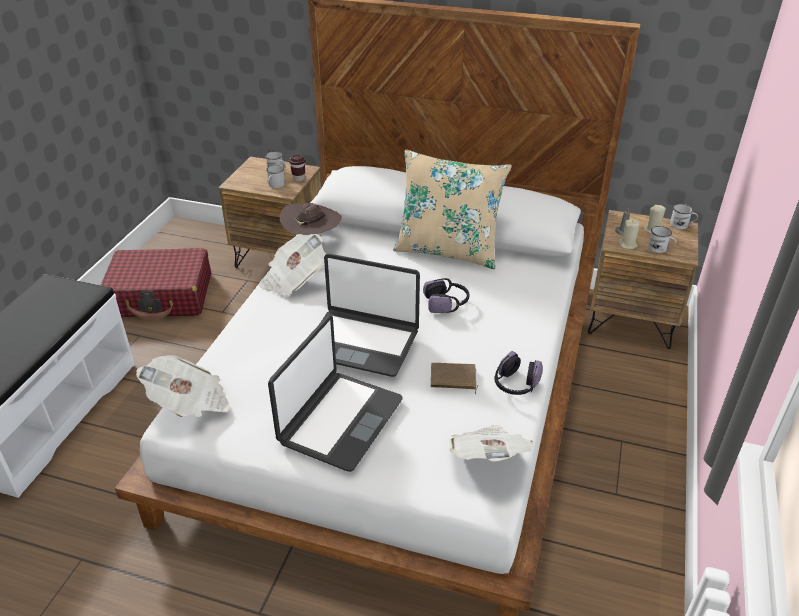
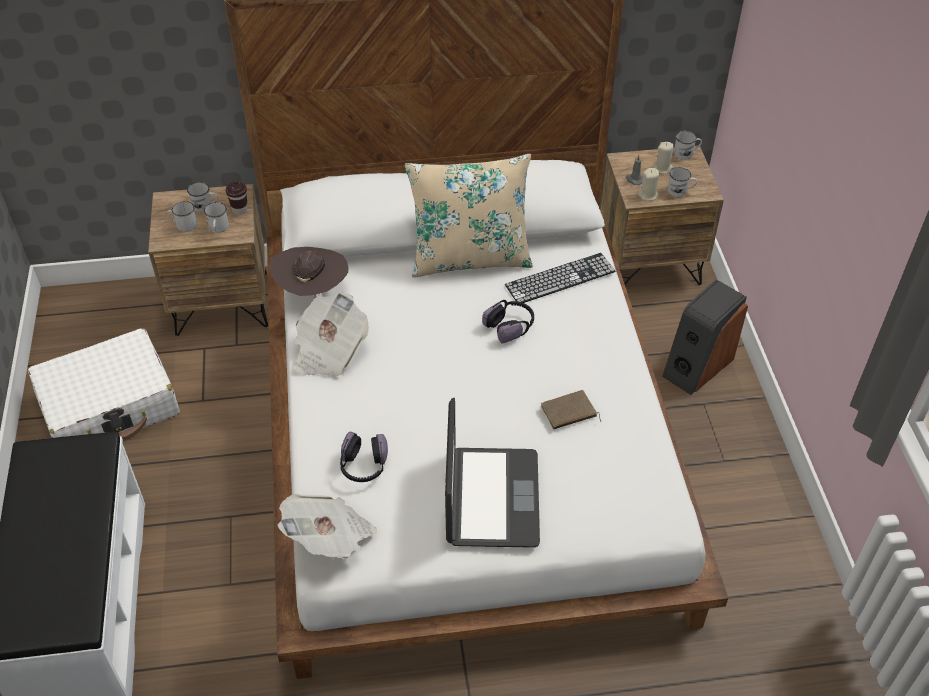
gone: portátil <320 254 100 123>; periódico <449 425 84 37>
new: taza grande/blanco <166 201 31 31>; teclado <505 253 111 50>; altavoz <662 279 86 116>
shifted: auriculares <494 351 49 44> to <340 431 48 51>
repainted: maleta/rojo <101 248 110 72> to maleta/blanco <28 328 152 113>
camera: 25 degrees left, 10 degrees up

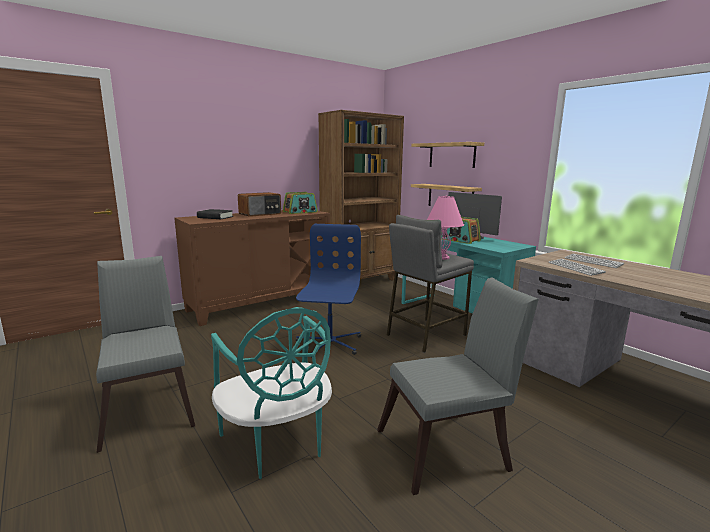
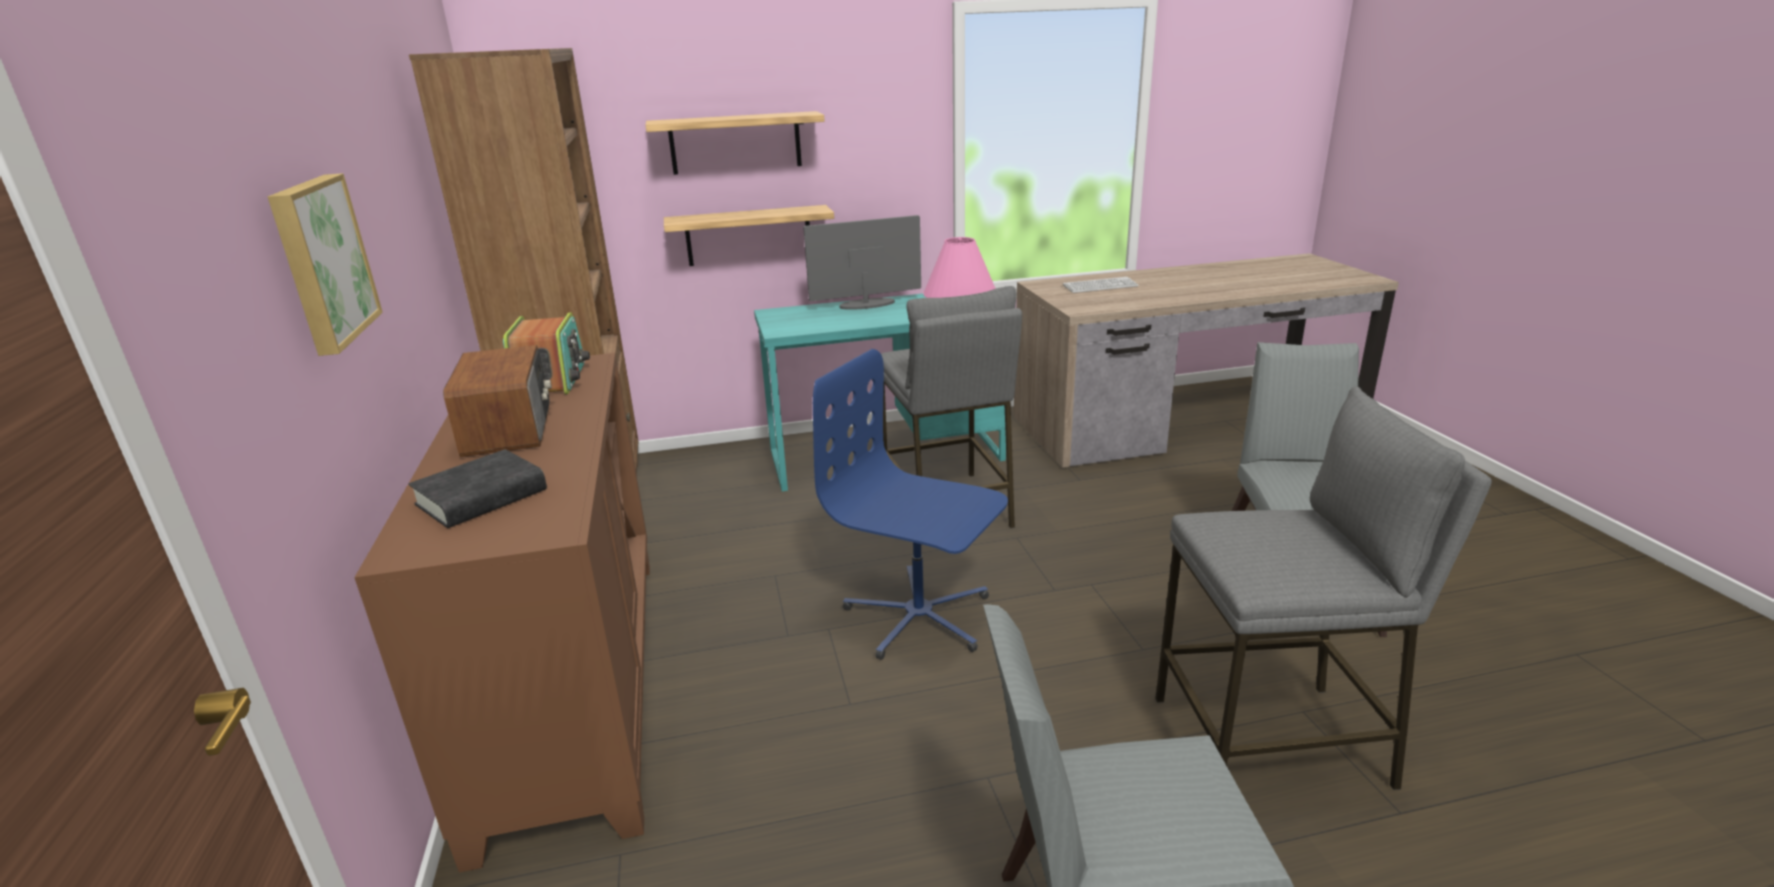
gone: radio <441 217 40 27>; teclado <549 259 57 17>
new: cuadro <267 173 116 183>
swapped: silla/turquesa <211 307 121 172> to taburete/gris <1155 386 337 404>
camera: 65 degrees left, 10 degrees up

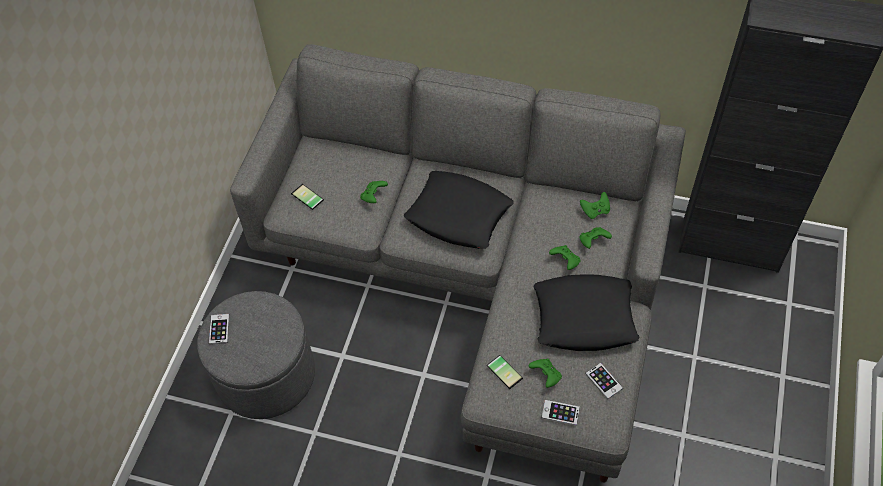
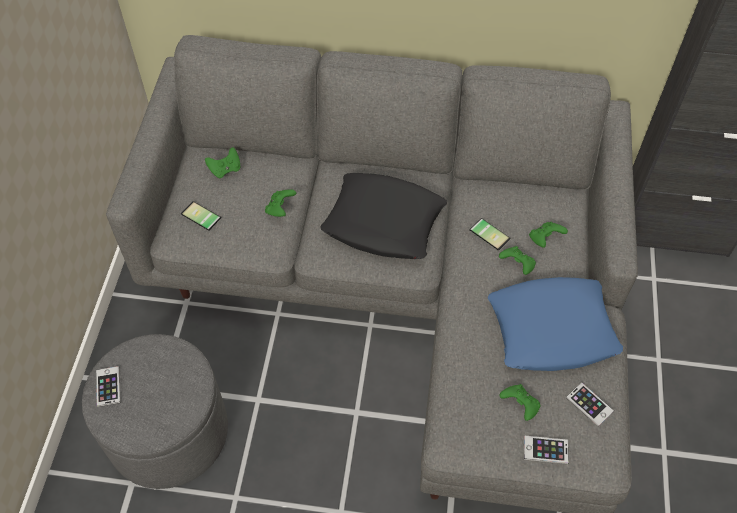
shifted: mando de consola/verde <580 192 30 27> to <205 147 35 31>; móvil <487 355 36 34> to <469 218 42 33>
repainted: cojín/negro <534 274 105 77> to cojín/azul <488 277 135 94>
camera: 10 degrees left, 0 degrees up

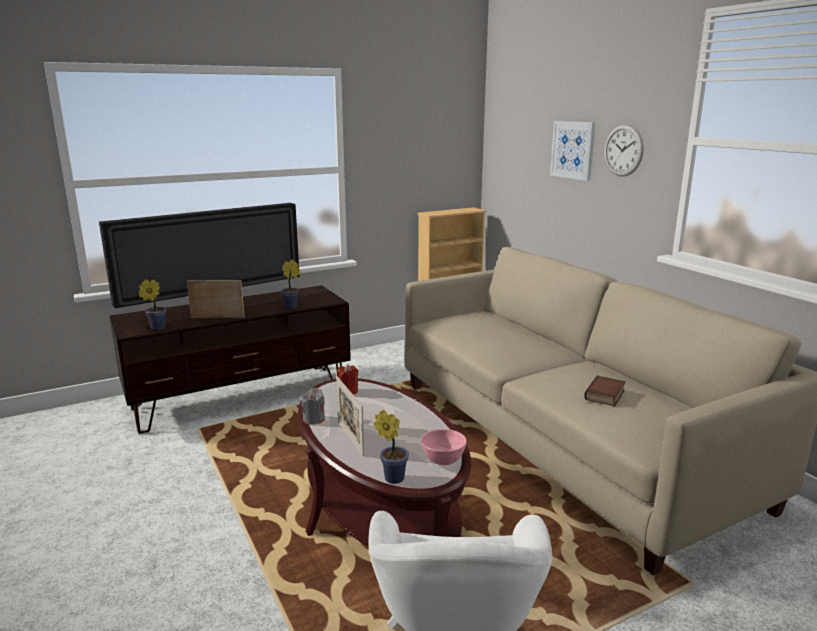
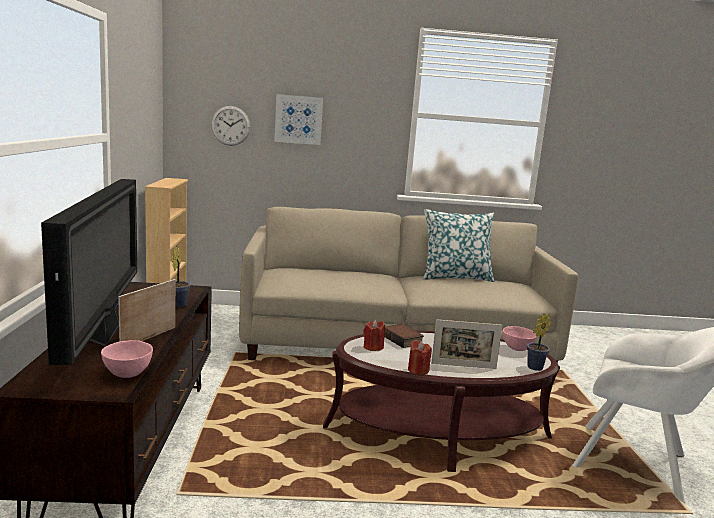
new: cojín <423 209 71 73>
shifted: reloj de pared <605 124 39 52> to <211 106 40 40>; libro <584 376 41 30> to <384 324 40 24>
swapped: planta en maceta <139 279 27 51> to cuenco/rosa <101 340 52 38>
repainted: vela/gris <301 388 24 37> to vela/rojo <408 340 24 35>
camera: 65 degrees left, 5 degrees down

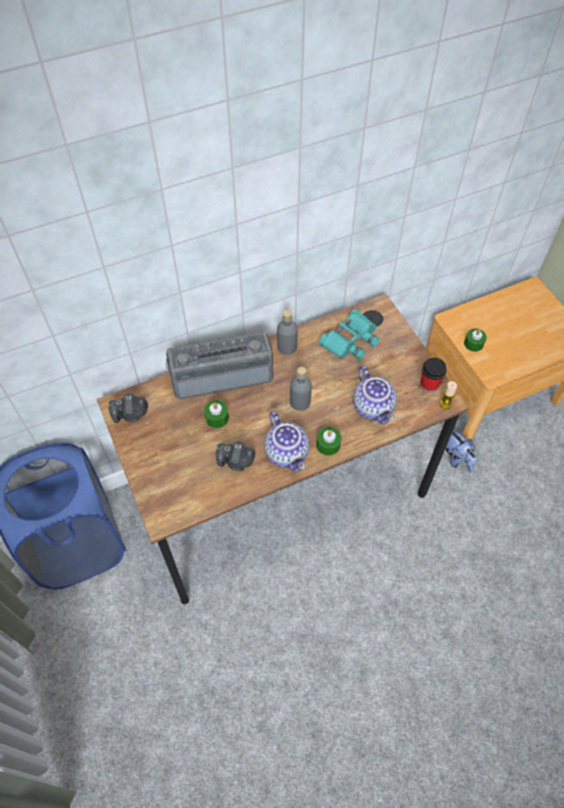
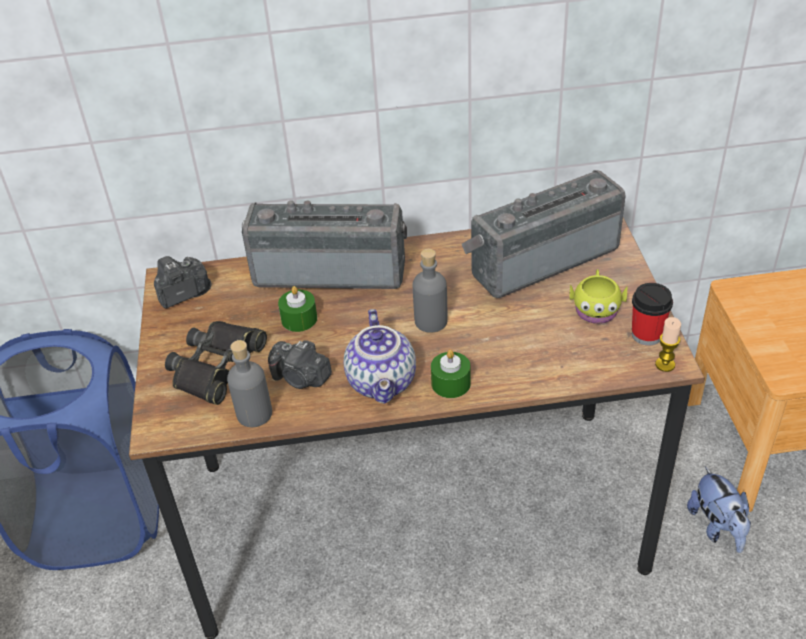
gone: vela/verde <464 328 23 24>; tetera <353 366 44 58>
new: taza grande/amarillo <569 269 58 55>; prismáticos/negro <165 321 102 84>
shifted: botella/gris <277 310 21 45> to <227 340 45 87>
swapped: prismáticos/turquesa <318 309 62 51> to radio <462 170 164 128>
rotated: cámara <109 393 38 30> = <154 256 55 53> 135 degrees clockwise
camera: 20 degrees right, 15 degrees down

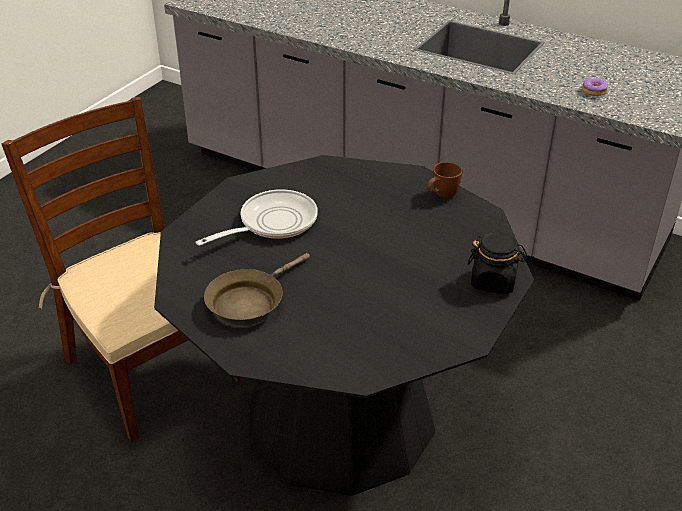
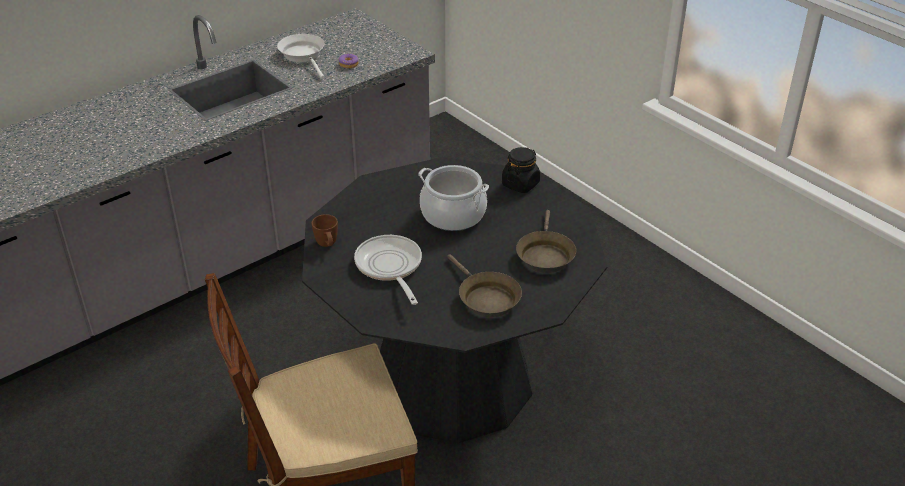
new: sartén/blanco <277 34 48 45>; olla <418 165 71 66>; sartén/marrón <516 210 60 63>
shifted: taza grande/marrón <427 162 36 36> to <311 214 27 33>
camera: 70 degrees left, 0 degrees up

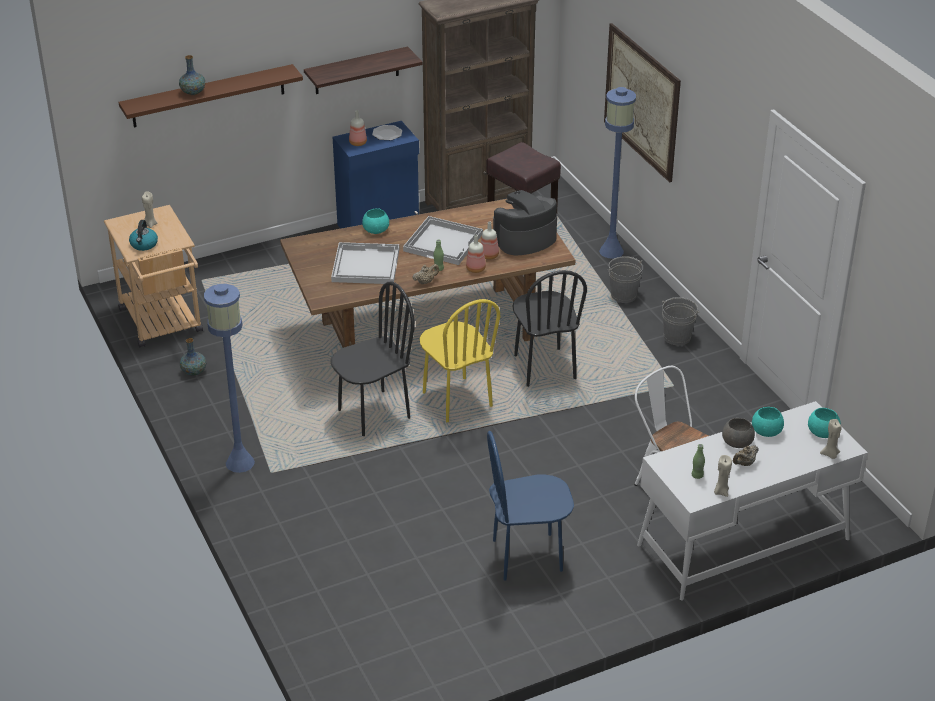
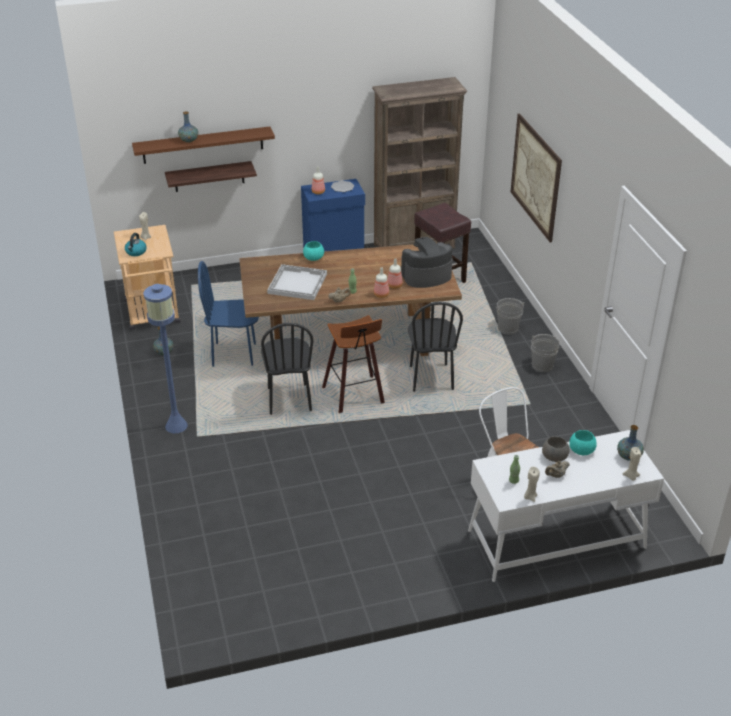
gone: lámpara de pie/azul <599 87 37 172>; bandeja/blanco <403 216 80 49>
shifted: estante <304 47 119 47> to <165 161 92 31>; silla/azul <487 431 87 150> to <198 261 61 106>
swapped: silla/amarillo <420 299 80 123> to taburete <322 315 63 98>; cuenco/turquesa <808 408 33 30> to florero <617 425 27 36>
rotated: silla/negro <331 281 84 155> = <261 323 53 92> 105 degrees clockwise
camera: 10 degrees right, 0 degrees up

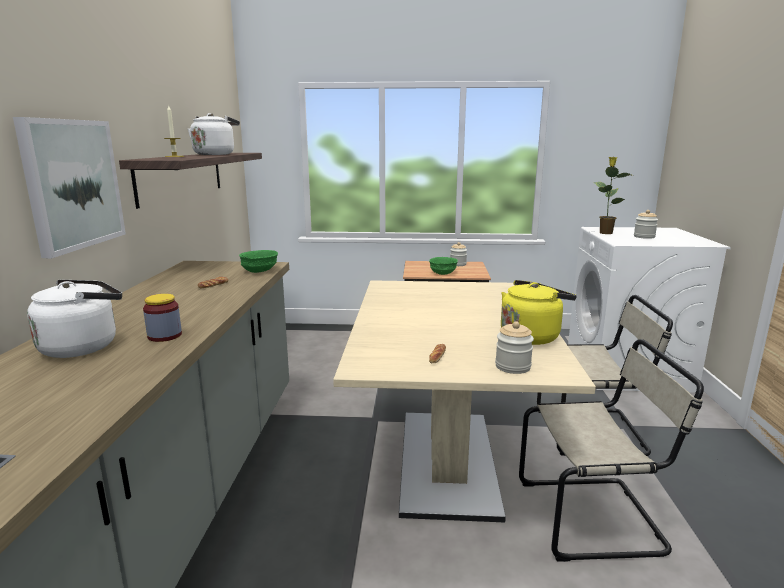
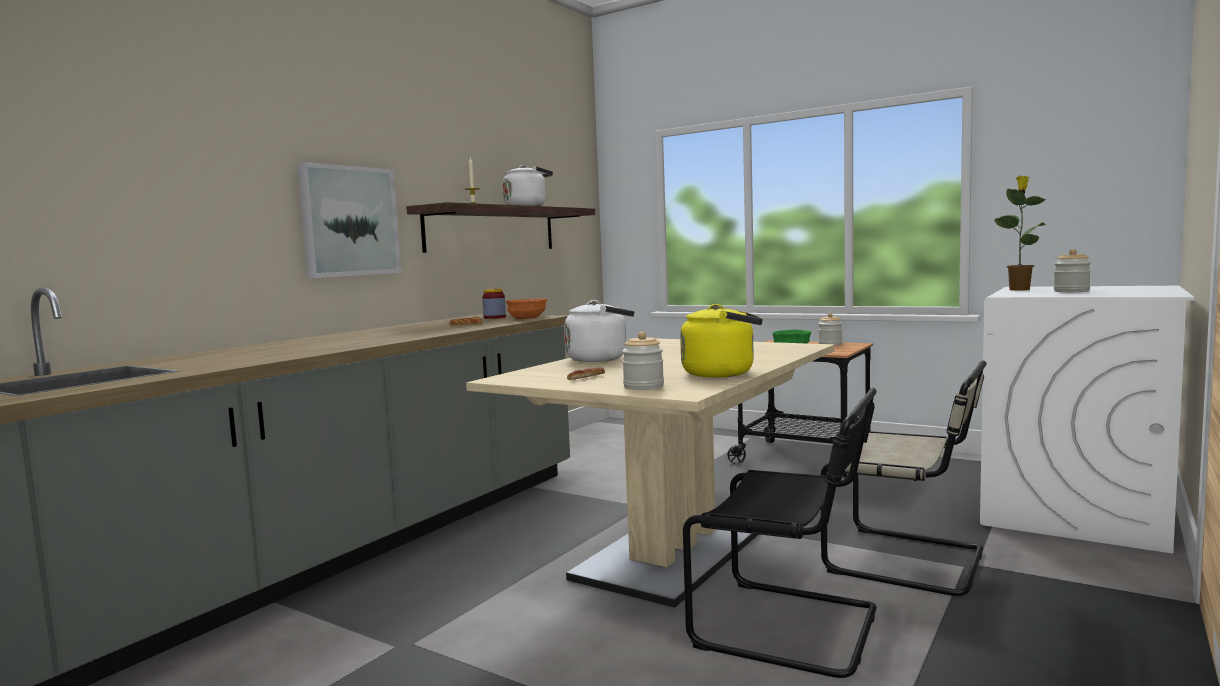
shifted: hervidor/blanco <27 280 95 78> to <564 300 70 62>; tarro <143 294 39 48> to <482 289 24 30>
repainted: cuenco/verde <239 250 39 23> to cuenco/naranja <506 298 41 21>; silla/beis <519 339 185 223> to silla/negro <683 388 194 290>
camera: 30 degrees right, 10 degrees down

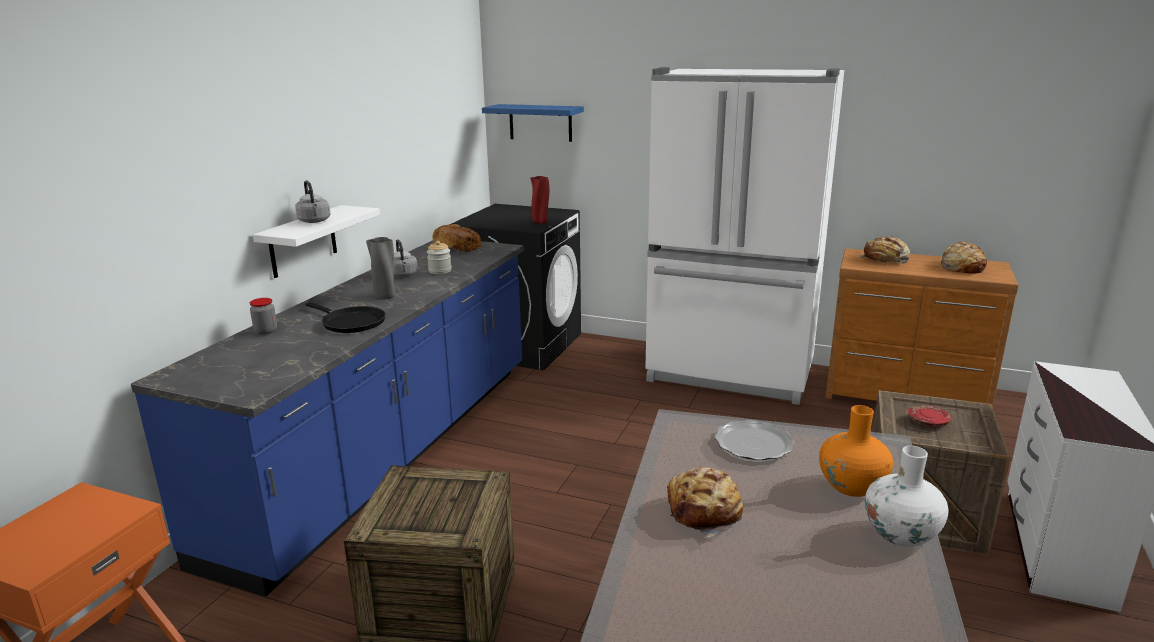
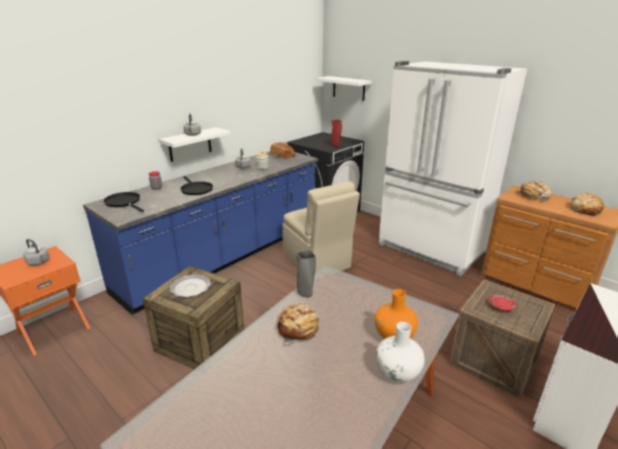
new: silla/beis <283 181 77 92>; sartén/negro <103 192 41 20>; hervidor/gris <24 239 25 27>
shifted: florero/gris <366 237 29 62> to <296 250 20 47>; plato <714 420 80 40> to <170 274 41 23>
repainted: estante/azul <482 104 102 38> to estante/blanco <316 76 56 25>
camera: 20 degrees right, 5 degrees up

